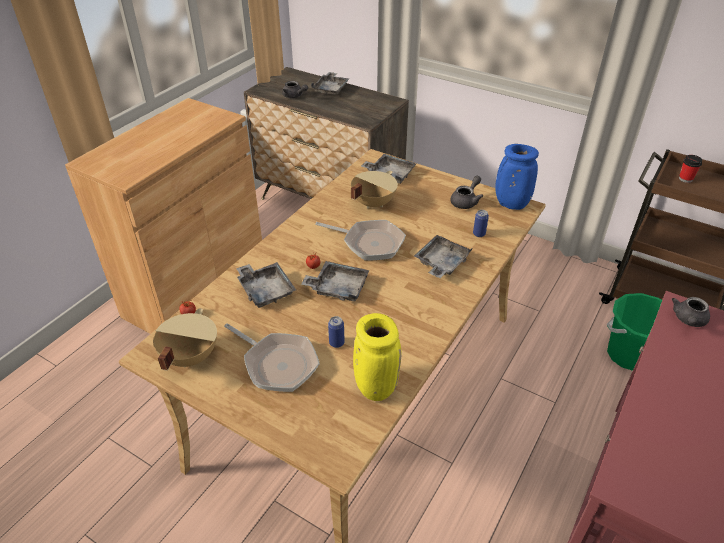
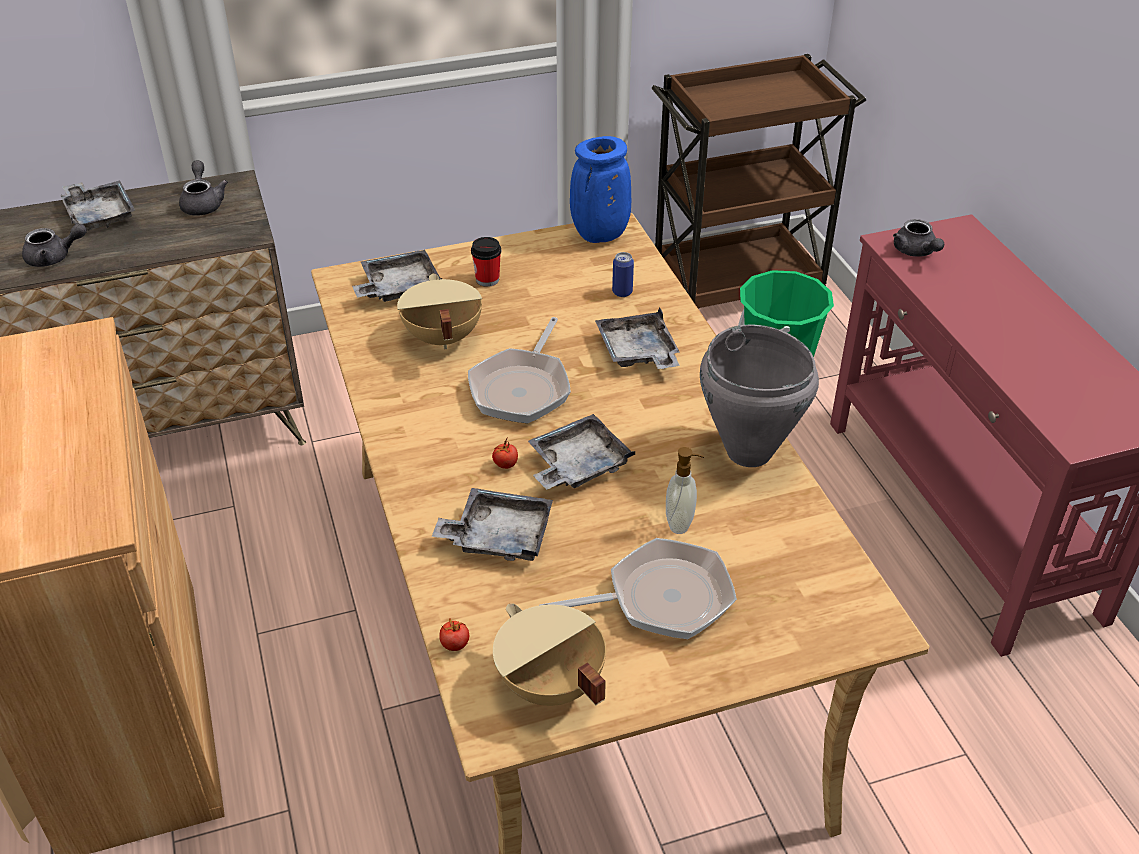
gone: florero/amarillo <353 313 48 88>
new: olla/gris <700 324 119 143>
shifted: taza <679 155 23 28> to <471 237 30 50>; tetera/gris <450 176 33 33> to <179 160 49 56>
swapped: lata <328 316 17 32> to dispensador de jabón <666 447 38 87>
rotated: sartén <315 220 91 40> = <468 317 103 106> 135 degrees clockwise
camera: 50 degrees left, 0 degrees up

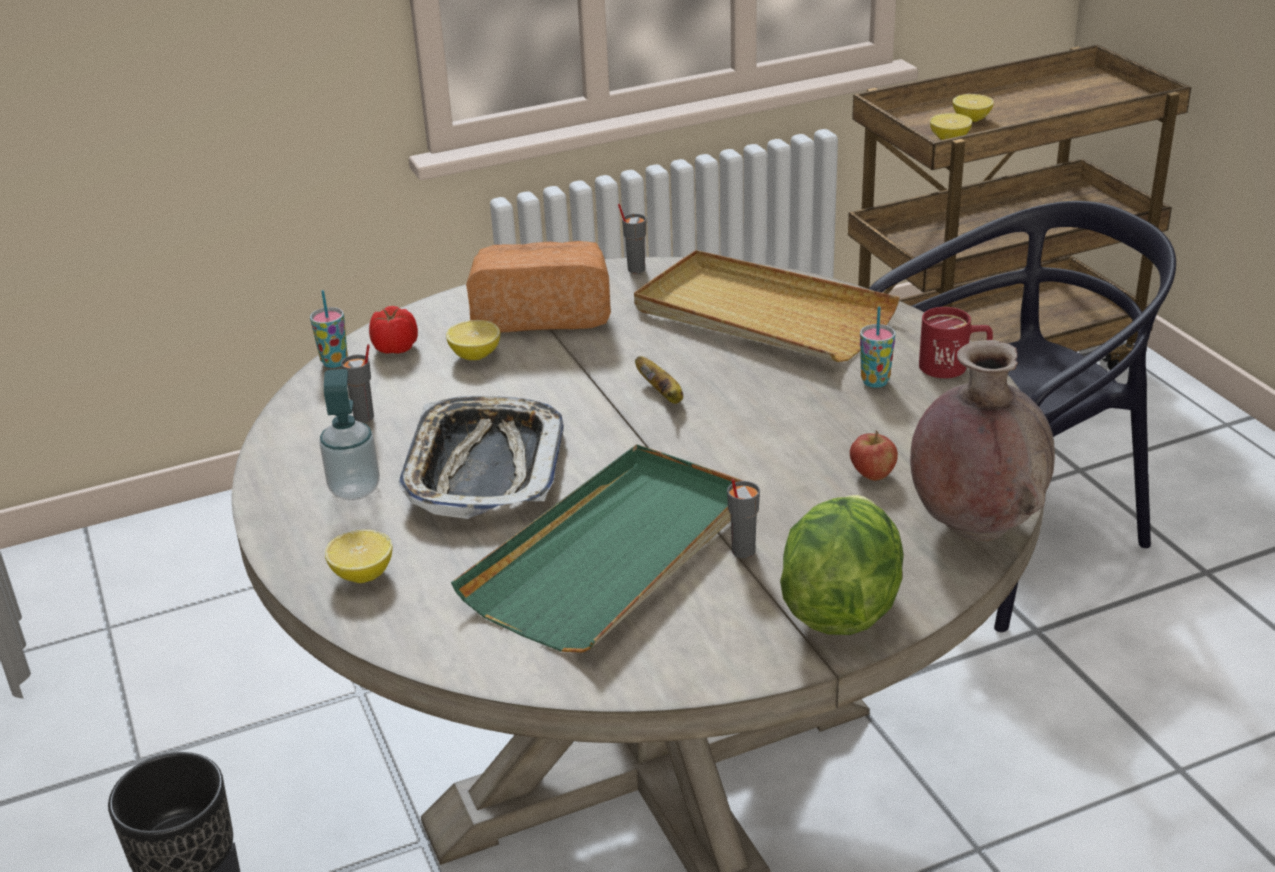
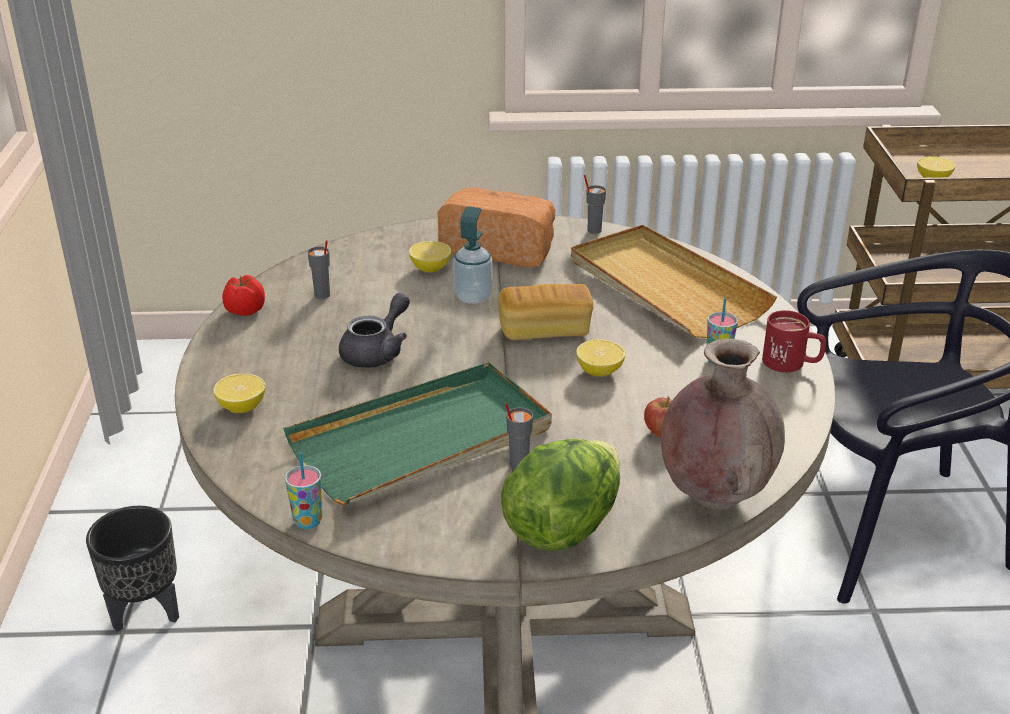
shifted: limón <953 94 41 28> to <576 339 49 38>; taza <310 290 38 78> to <285 452 38 77>; tomate <369 306 49 48> to <222 275 43 41>; dispensador de jabón <319 369 61 131> to <453 206 39 98>
swapped: plátano <635 356 48 48> to pan <498 284 95 56>; bandeja <399 396 165 123> to tetera/gris <339 293 71 75>
camera: 20 degrees right, 0 degrees up

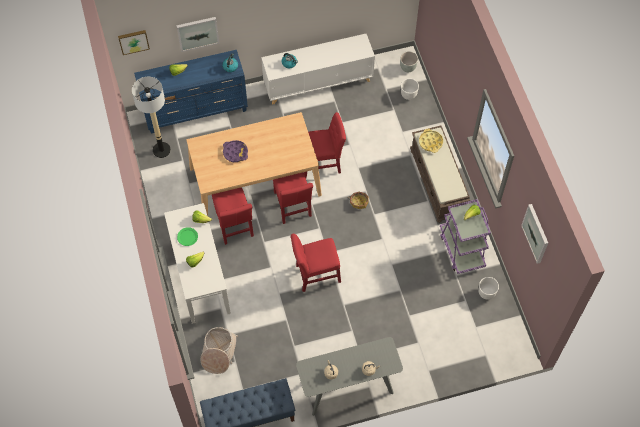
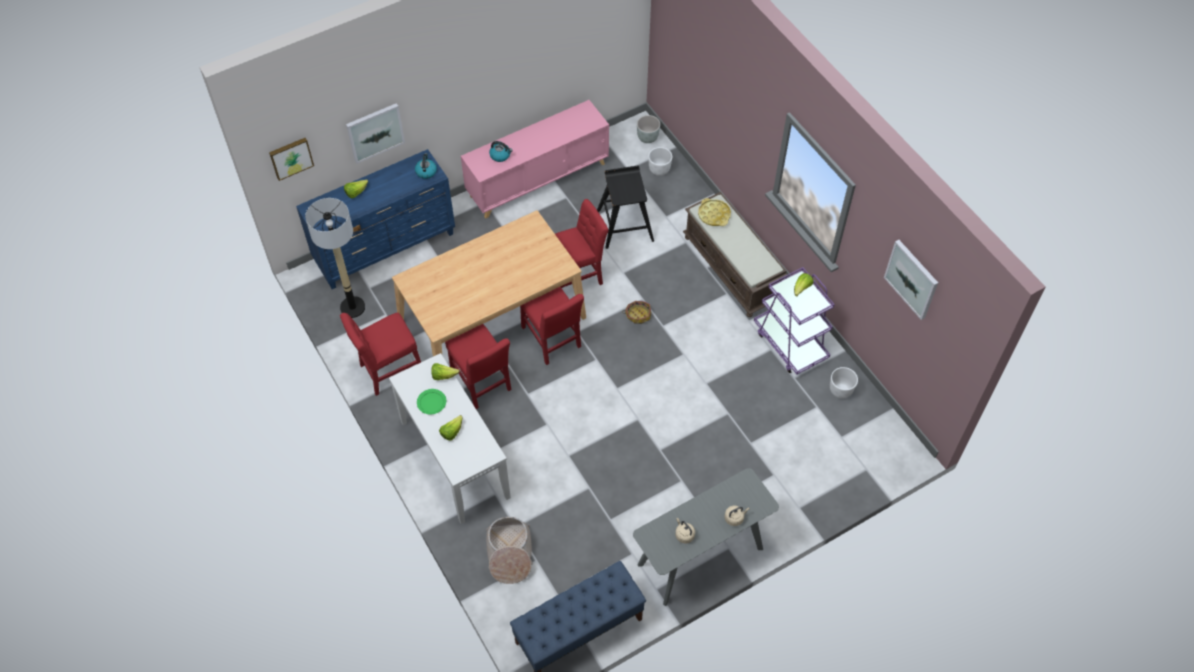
gone: bandeja/morado <223 140 25 22>
new: taburete/negro <597 166 57 83>
shifted: silla/rojo <291 233 50 59> to <340 313 81 83>
repainted: armario/blanco <261 34 114 71> to armario/rosa <461 100 148 119>
camera: 15 degrees left, 5 degrees down

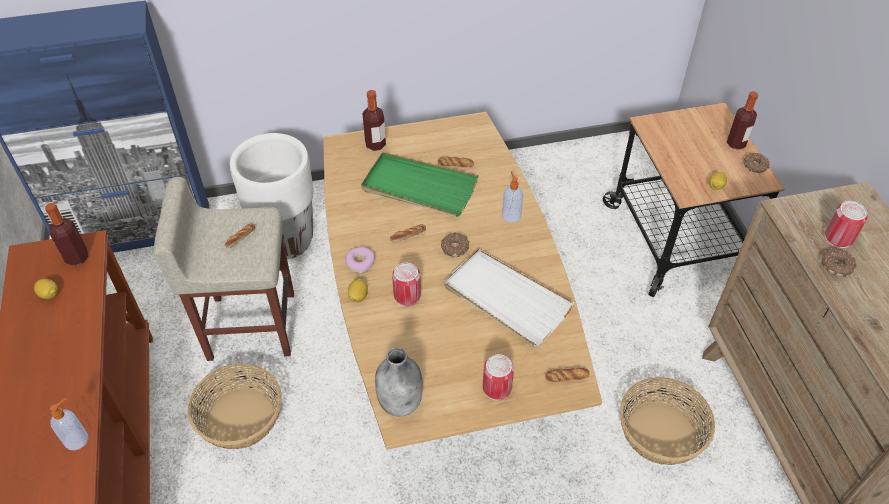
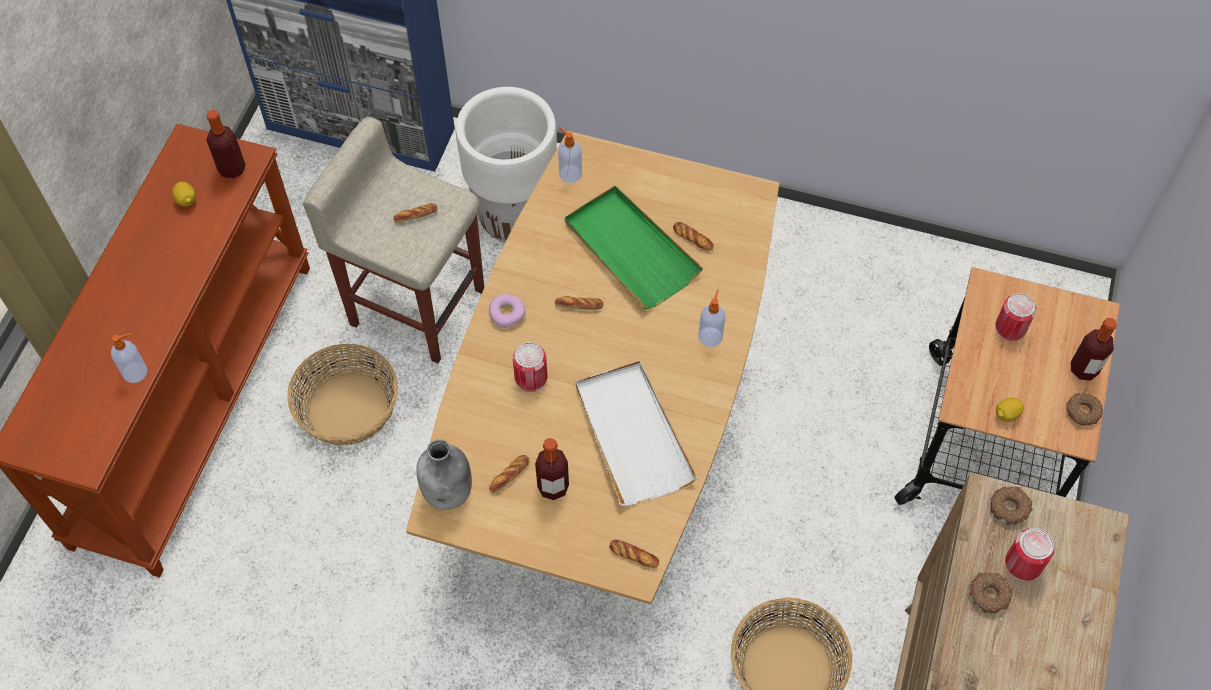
gone: limón <348 278 20 24>
new: dispensador de jabón <558 127 24 56>; pan <489 455 41 38>
shifted: botella <363 90 23 61> to <535 438 34 62>; rosquilla <441 232 28 25> to <990 486 43 39>; lata <483 354 31 46> to <995 293 41 48>
camera: 30 degrees right, 10 degrees up

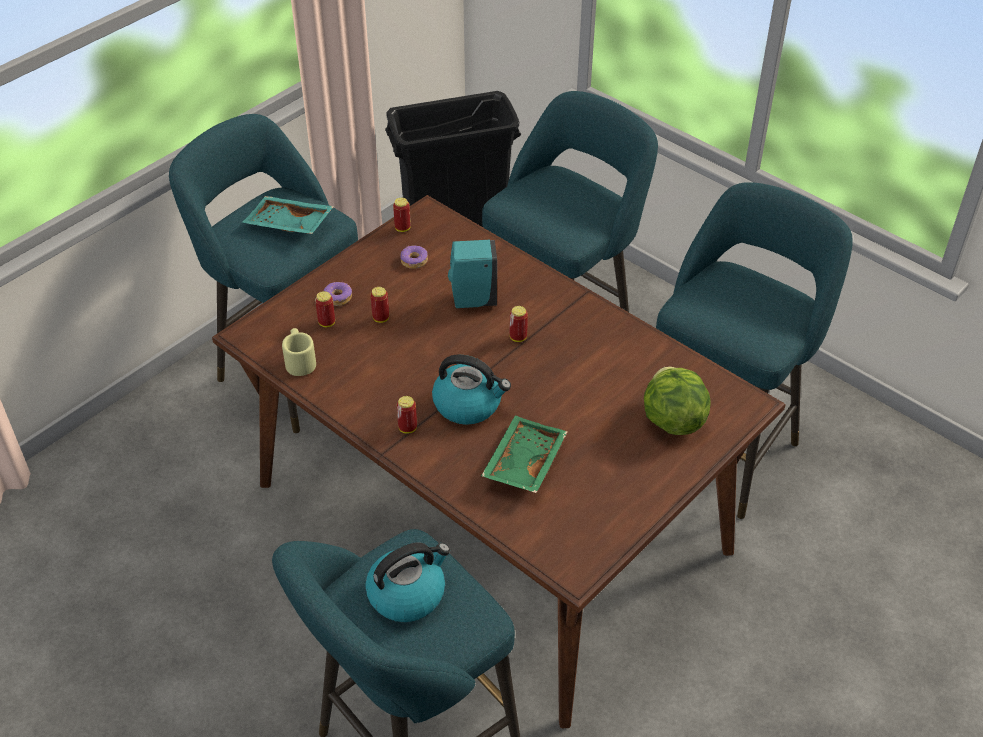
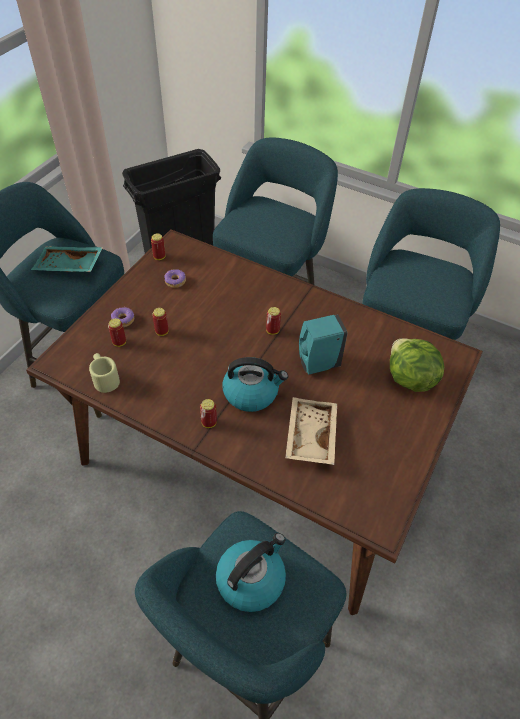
shifted: dispensador de jabón/turquesa <448 240 49 68> to <299 314 49 61>
repainted: bandeja/verde <481 415 86 78> to bandeja/beis <285 397 52 68>
camera: 15 degrees left, 5 degrees up

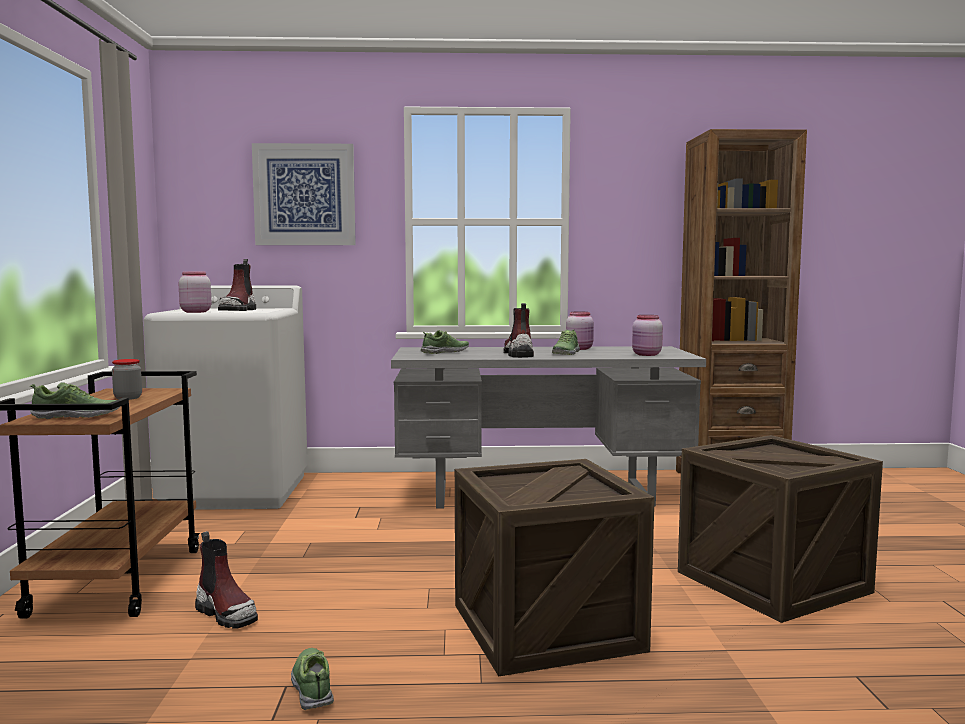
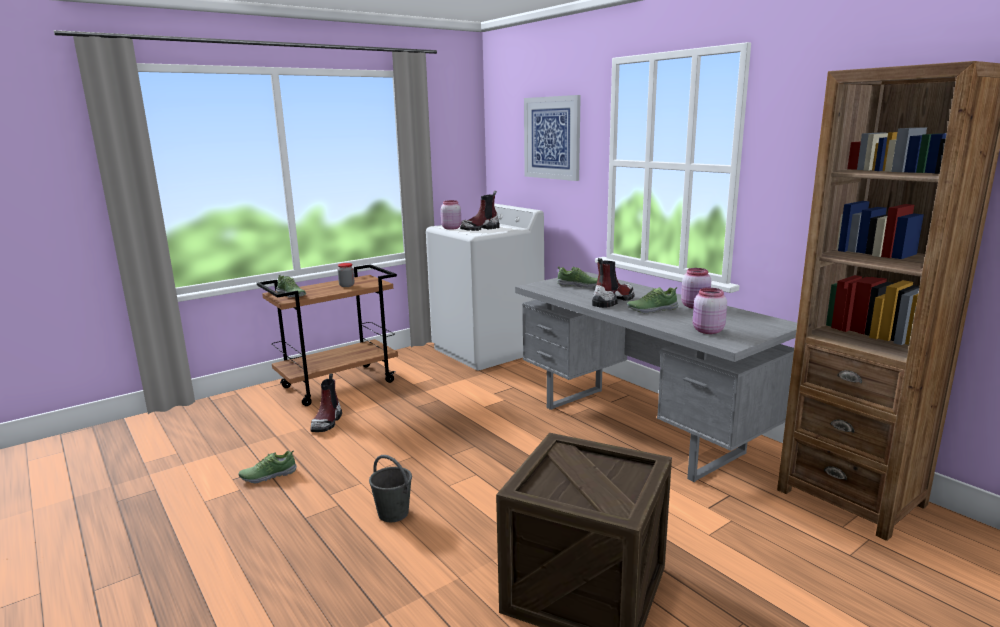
swapped: caja de embalaje <455 459 200 218> to cubo/gris <369 455 43 67>
rotated: zapato <291 648 43 62> = <238 451 59 32> 150 degrees counterclockwise
camera: 55 degrees right, 10 degrees up

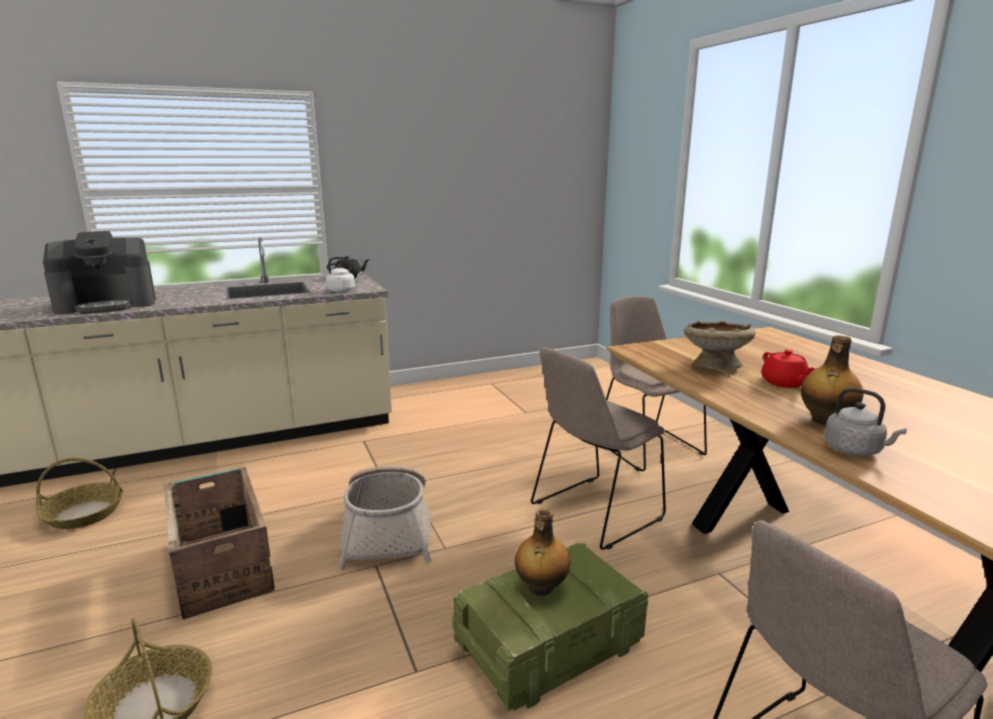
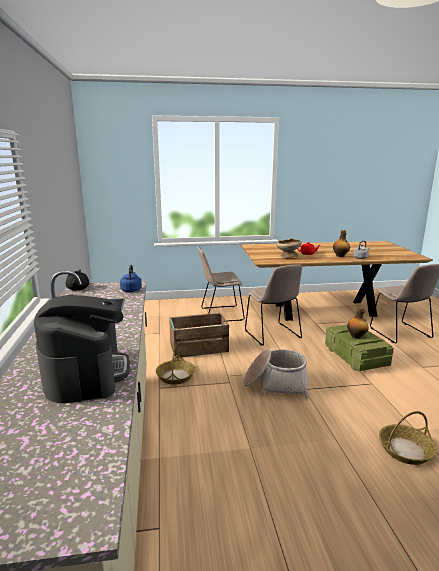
shifted: cesta <36 458 87 71> to <156 344 39 41>; caja de embalaje <164 467 111 153> to <169 313 60 45>
repainted: hervidor/blanco <326 257 36 35> to hervidor/azul <120 265 22 27>
camera: 75 degrees left, 0 degrees up

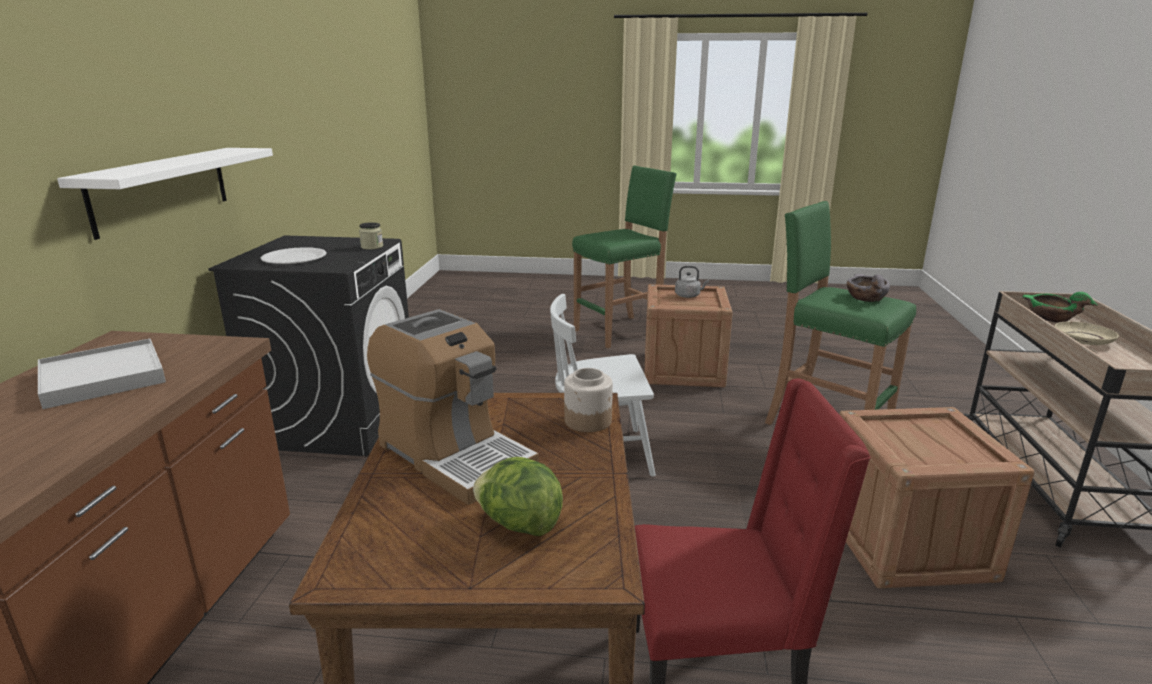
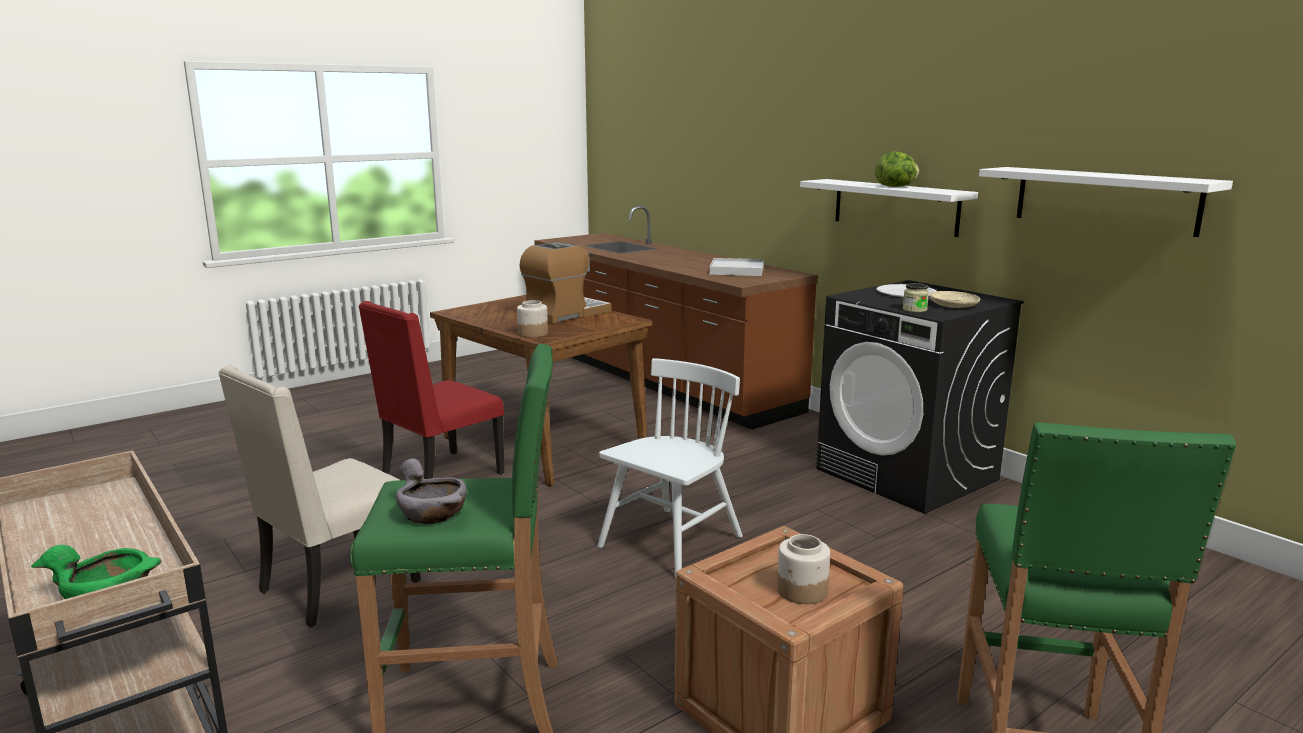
new: estante/blanco <979 167 254 70>
shifted: plato/beis <1055 321 64 24> to <929 291 51 17>; lechuga <473 457 90 79> to <875 151 44 36>
swapped: hervidor/gris <675 266 34 32> to tarro <777 534 53 70>; caja de embalaje <839 407 195 181> to silla/beis <218 365 203 262>
rotated: cafetera <367 309 172 196> = <519 242 92 82> 135 degrees clockwise
camera: 135 degrees right, 5 degrees down

